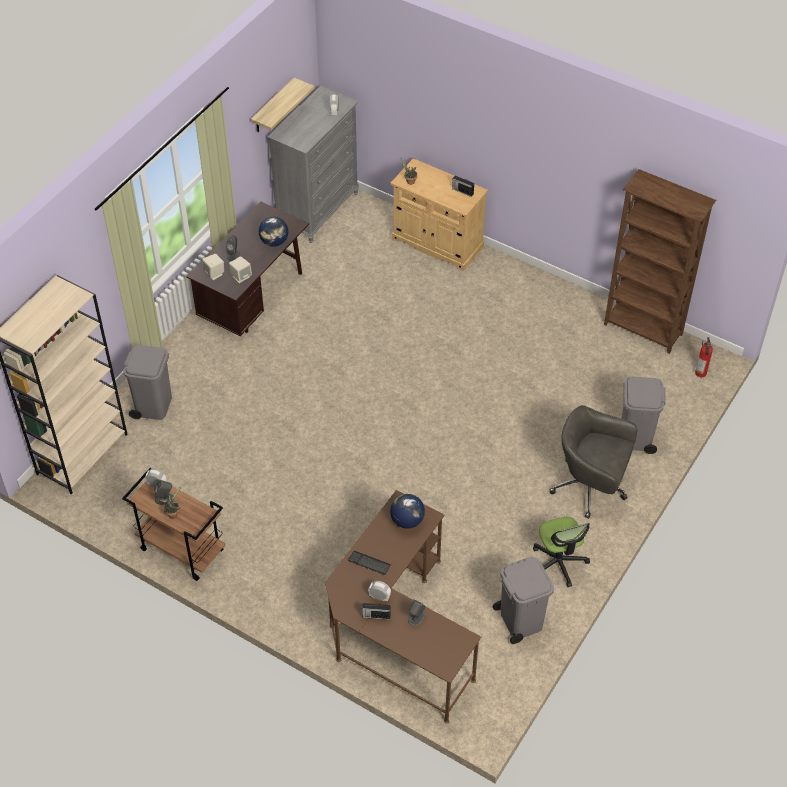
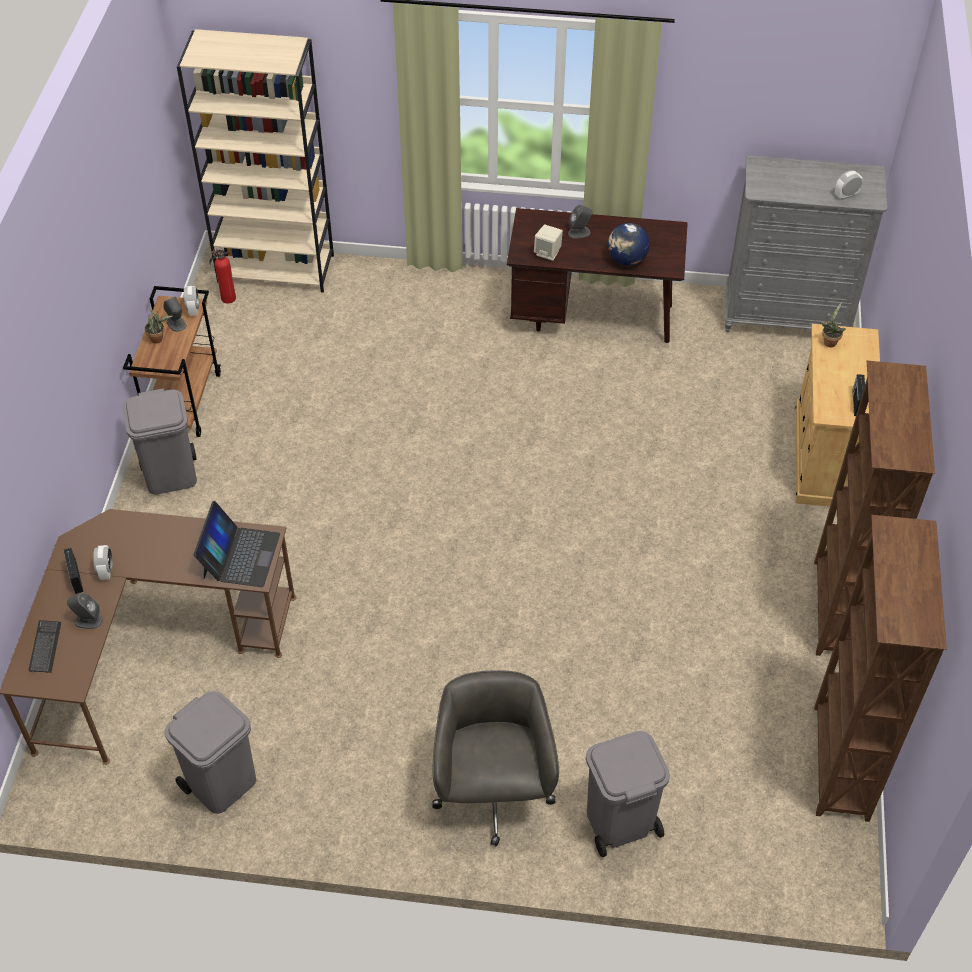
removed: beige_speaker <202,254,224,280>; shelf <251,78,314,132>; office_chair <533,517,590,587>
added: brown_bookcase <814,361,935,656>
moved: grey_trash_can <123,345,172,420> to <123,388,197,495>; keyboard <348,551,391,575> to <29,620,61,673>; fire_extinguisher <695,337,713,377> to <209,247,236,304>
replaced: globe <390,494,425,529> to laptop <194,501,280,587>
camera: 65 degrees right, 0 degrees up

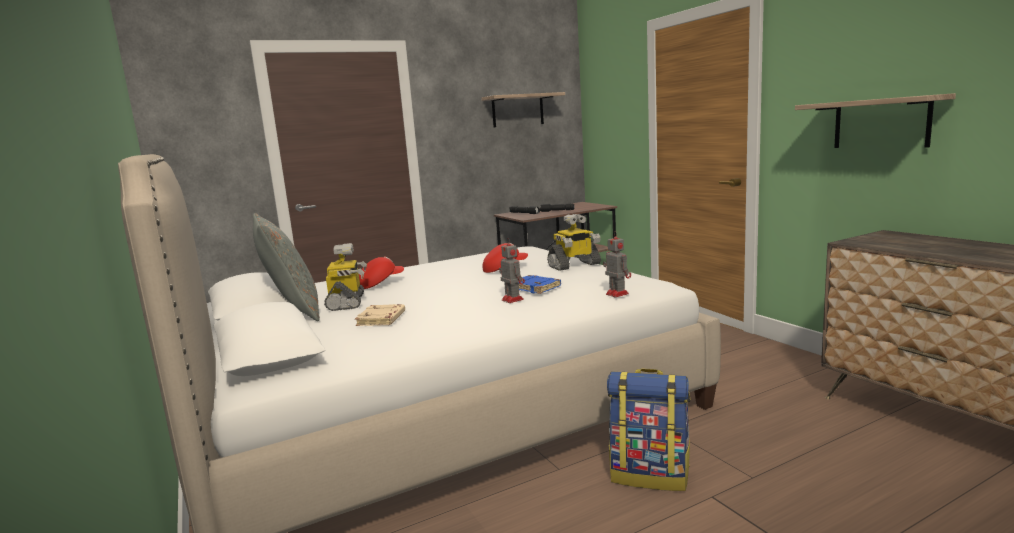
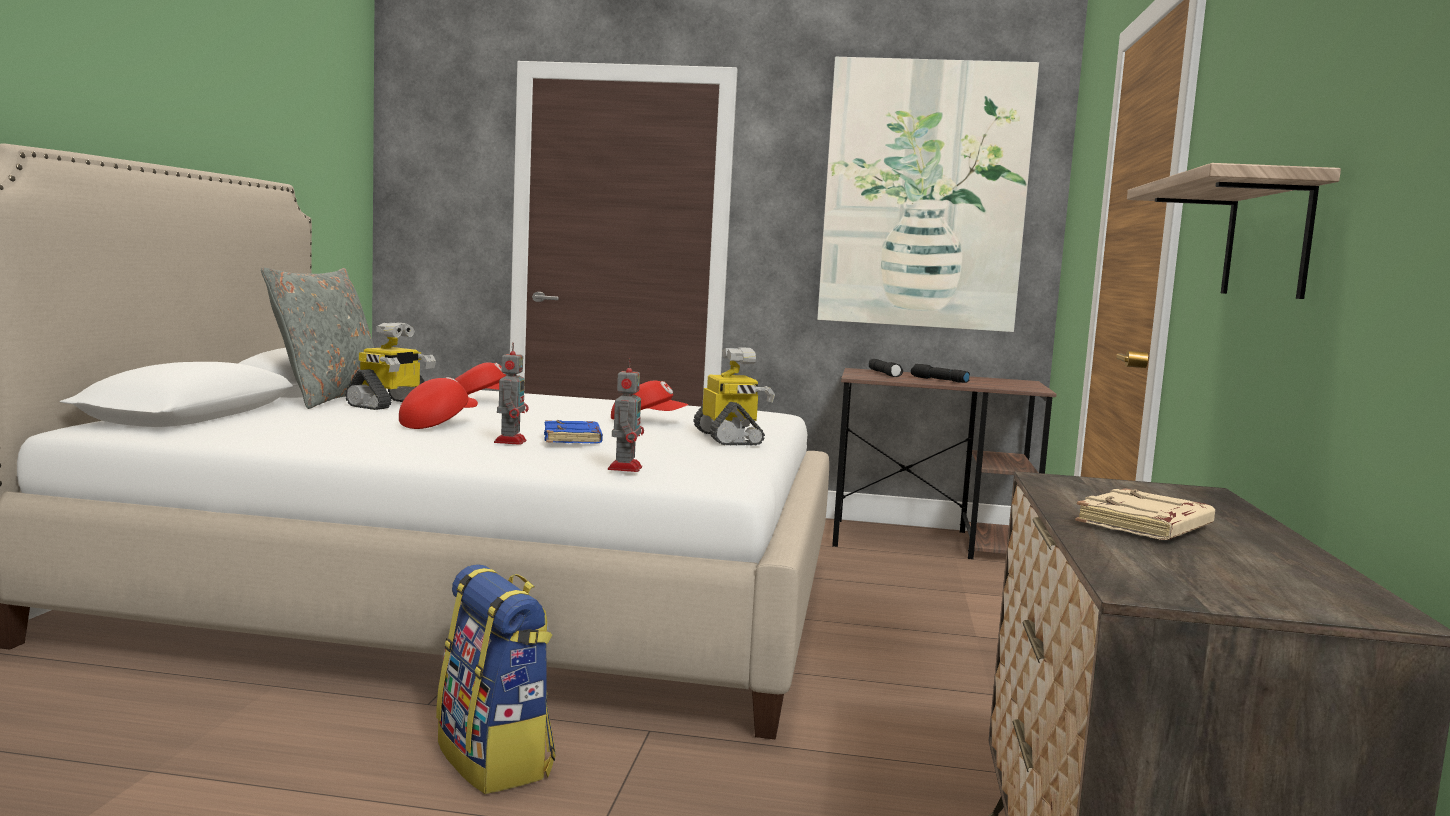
added: red_cap <399,377,478,429>
moved: beige_book <355,304,405,326> to <1075,488,1215,540>
replaced: shelf <482,92,565,127> to picture <817,57,1039,332>
turned: toy_robot <547,214,601,271> = <694,347,775,446> 120 degrees counterclockwise
camera: 35 degrees right, 5 degrees down

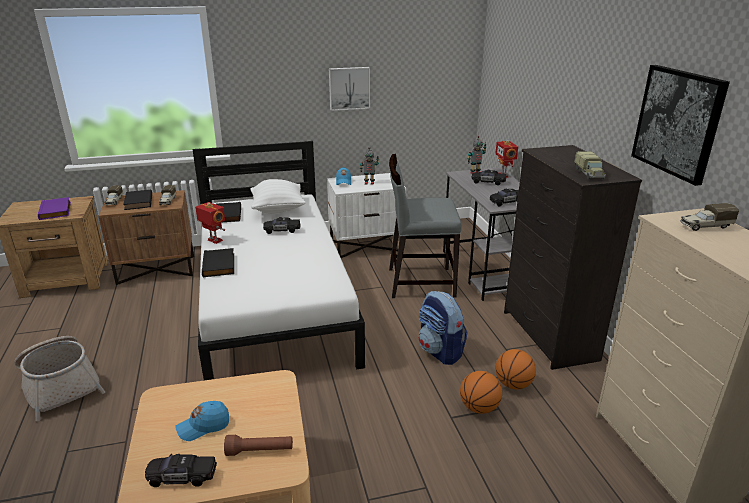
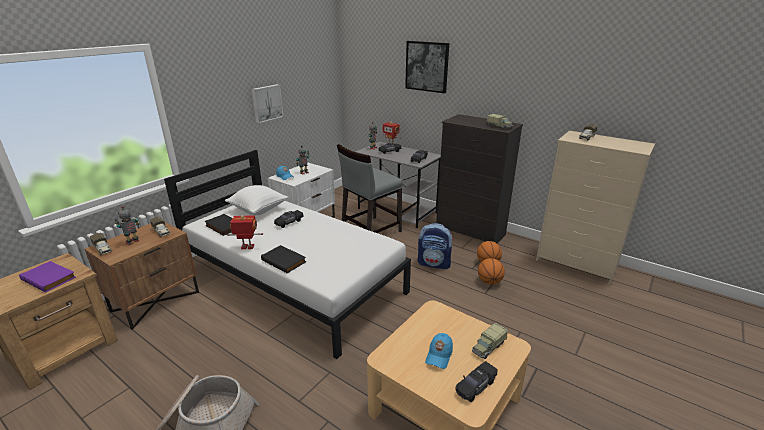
moved: picture <631,65,730,186> to <405,41,449,93>
replaced: black_book <123,189,152,210> to toy_robot <115,206,139,245>; brown_flashlight <224,435,293,456> to toy_truck <472,323,508,359>
camera: 40 degrees left, 0 degrees up

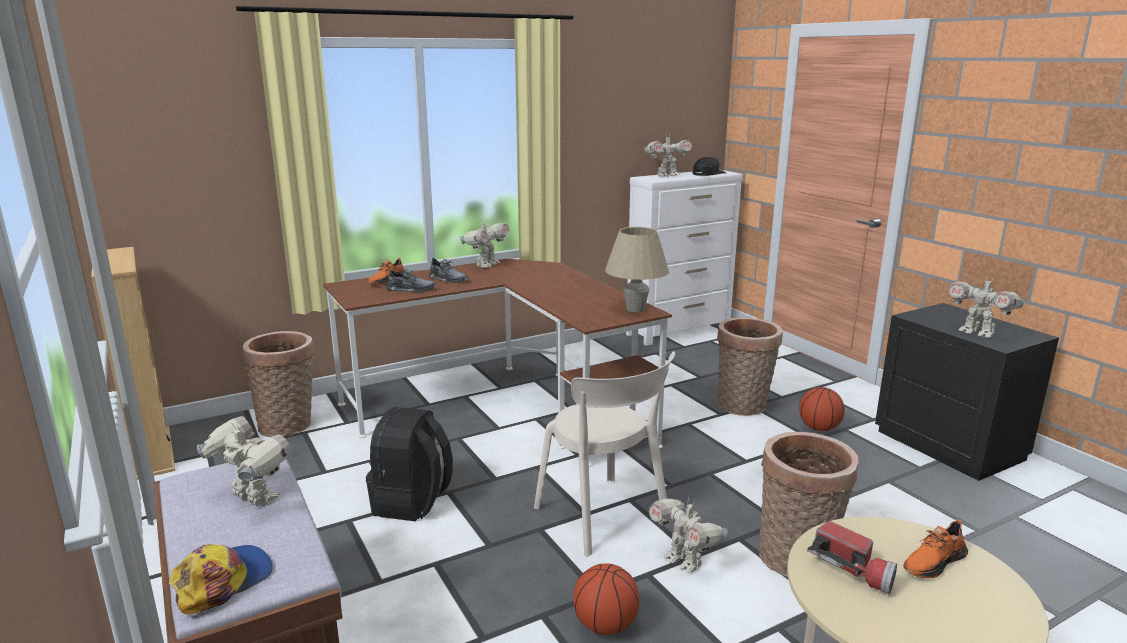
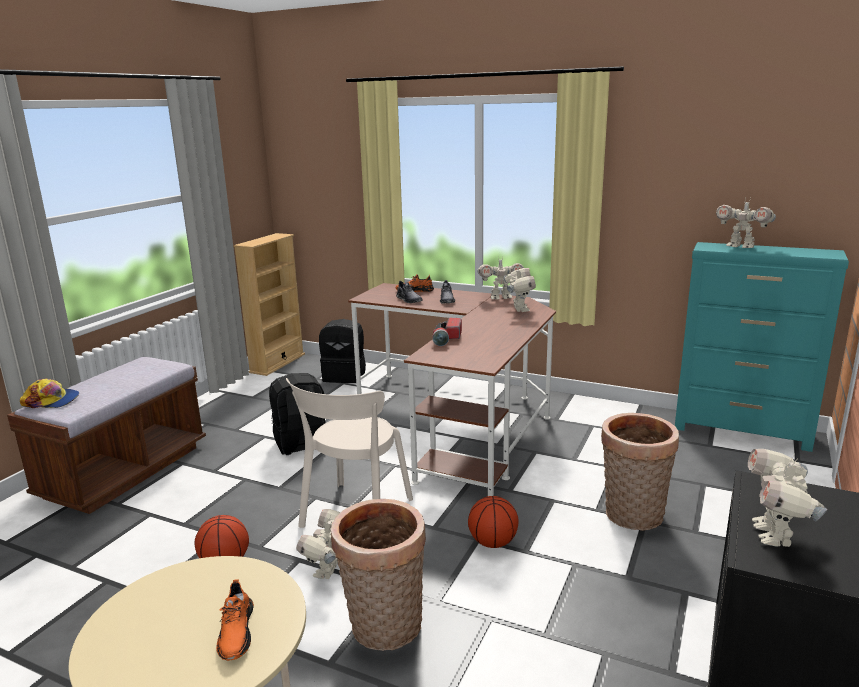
removed: beige_table_lamp <605,227,669,312>; black_cap <693,157,726,176>
moved: toy_robot <197,416,291,507> to <504,266,536,312>; basketball <799,387,845,431> to <468,496,519,548>; flashlight <807,521,897,594> to <432,318,462,346>
replaced: basket <243,331,314,437> to black_backpack <319,319,366,383>
recoloured: white_dresser <626,170,743,346> to turquoise_dresser <675,242,849,452>
turned: orange_shoe <904,519,968,578> = <216,579,254,661> 120 degrees counterclockwise
camera: 55 degrees right, 0 degrees up

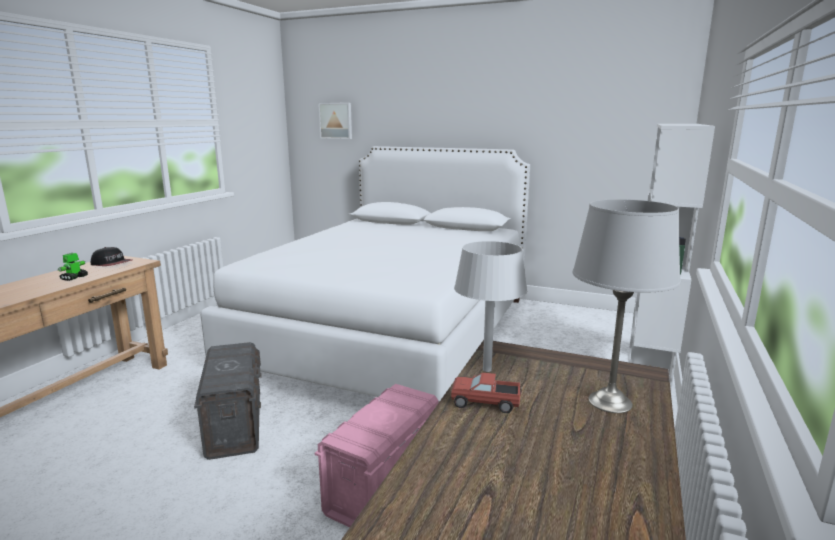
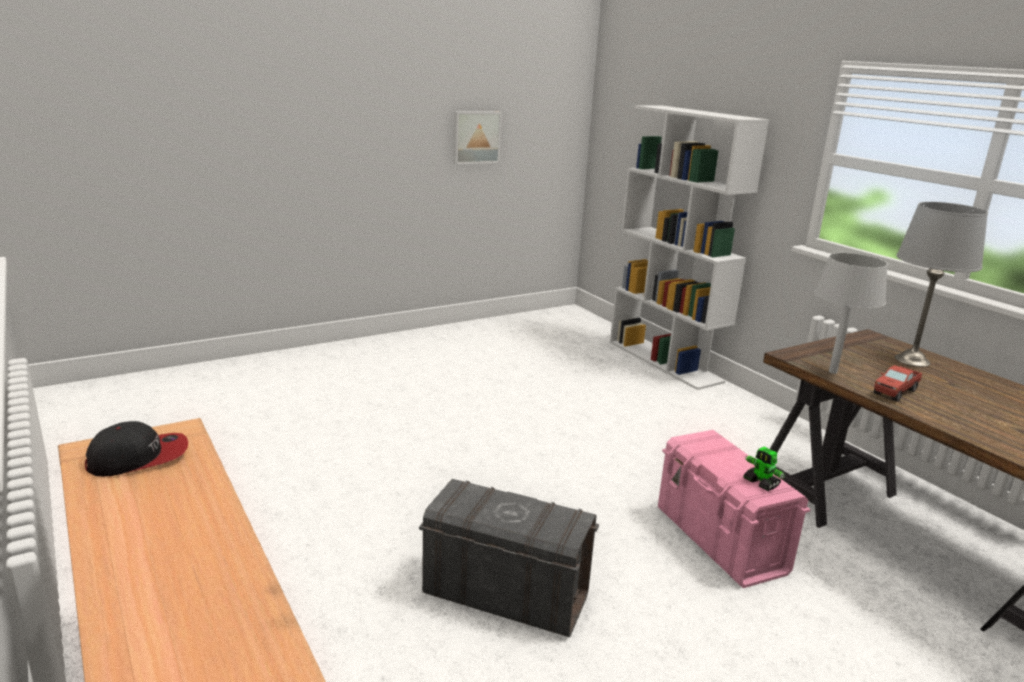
removed: white_bed <200,146,530,403>
moved: toy_robot <57,253,88,281> to <743,447,785,491>; picture <318,103,352,139> to <453,111,502,164>
camera: 55 degrees left, 5 degrees up

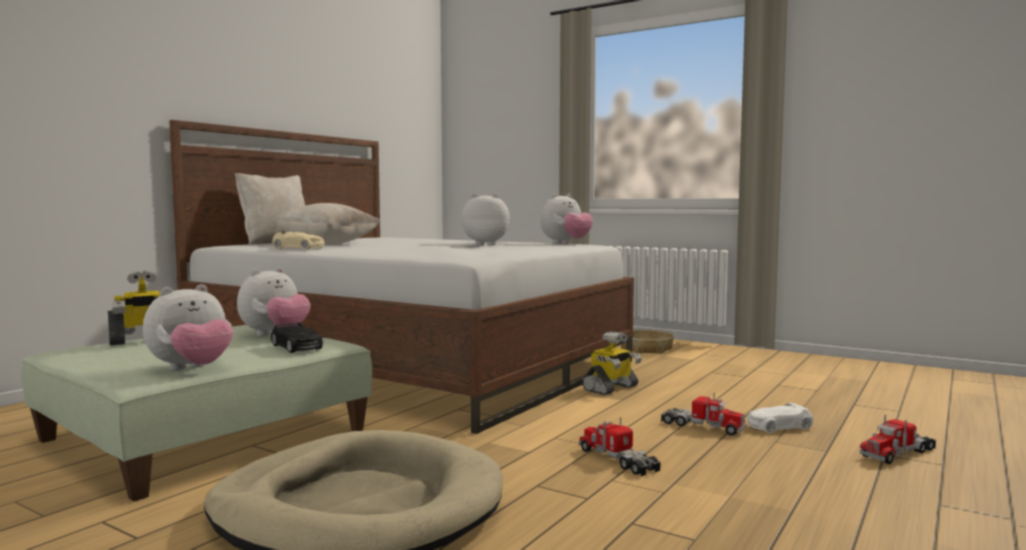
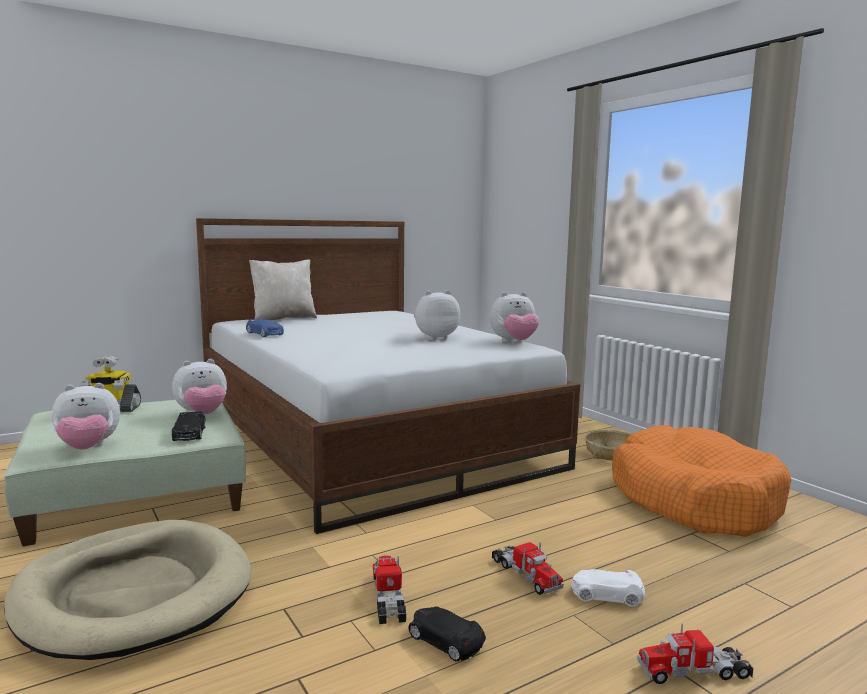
removed: beige_pillow <272,203,381,244>; toy_robot <582,331,642,395>
added: black_toy_car <408,606,486,661>; orange_dog_bed <612,425,791,537>
recoloured: beige_toy_car <272,232,324,250> to blue_toy_car <246,318,284,337>
turned: plush_toy <461,193,510,245> = <414,290,460,340> 45 degrees counterclockwise
camera: 25 degrees right, 5 degrees up

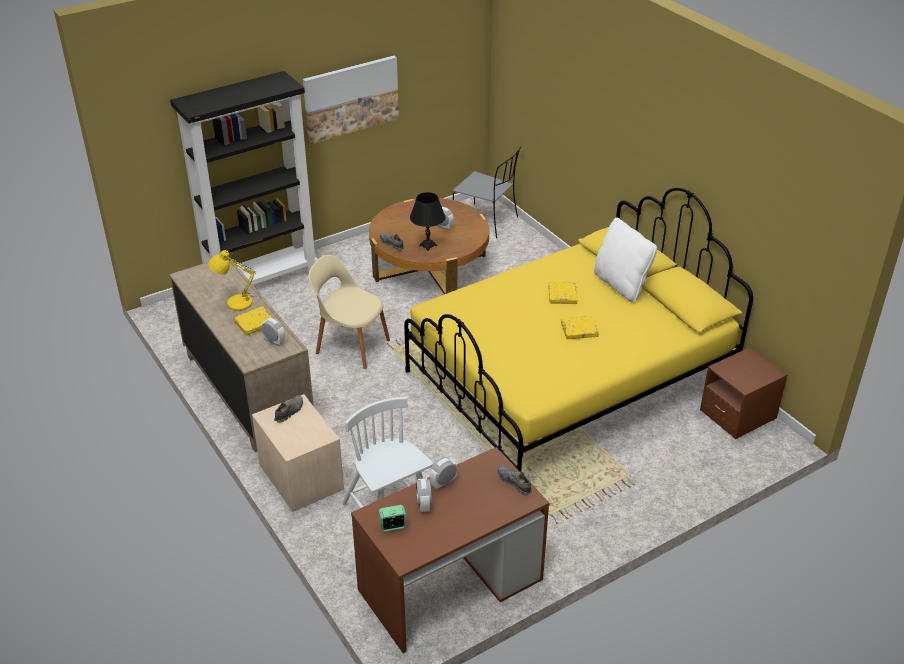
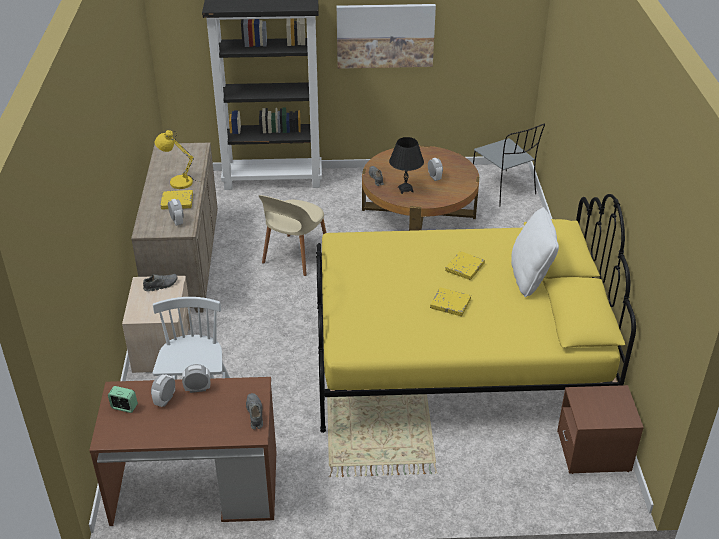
turned: beige_chair <309,255,390,369> = <259,195,326,276> 120 degrees counterclockwise
camera: 30 degrees right, 0 degrees up

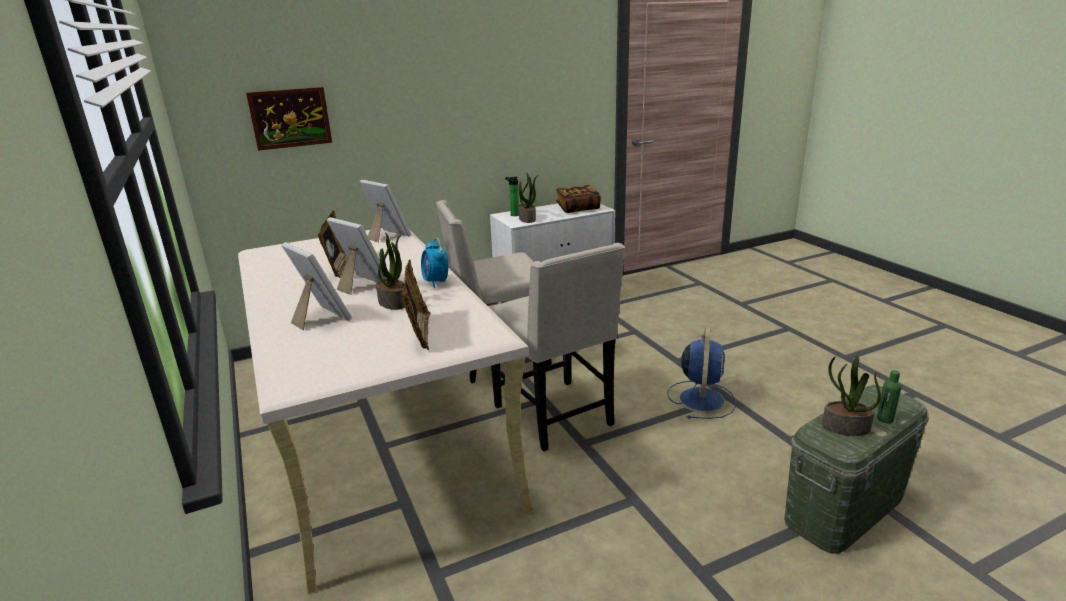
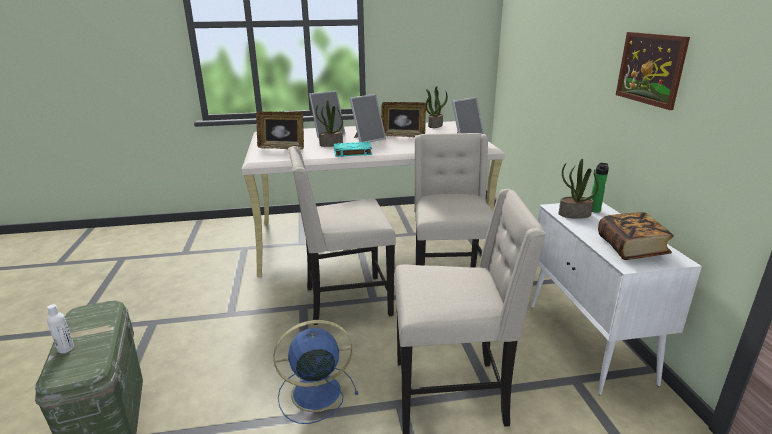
added: beige_chair <395,189,546,434>
moved: picture <246,87,332,151> to <616,32,690,110>; potted_plant <822,355,881,436> to <426,86,448,128>
replaced: alarm_clock <421,238,448,288> to turquoise_book <334,142,372,157>
recoloured: green_bottle <877,370,901,423> to white_bottle <47,304,74,353>
turned: blue_fan <667,327,736,419> = <273,320,358,424> 135 degrees clockwise
camera: 105 degrees right, 0 degrees up

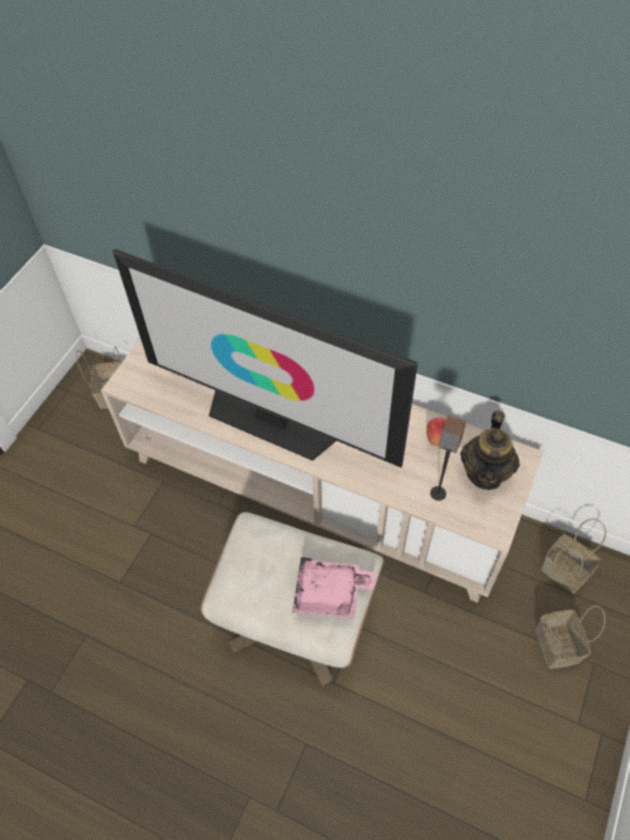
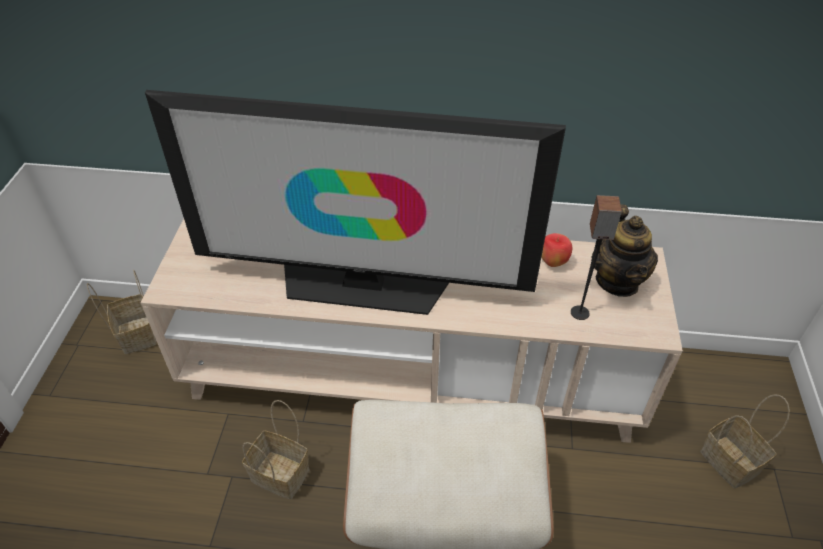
removed: pink_tray <292,556,376,620>
moved: basket <541,518,606,594> to <242,400,309,499>
camera: 20 degrees left, 10 degrees down

